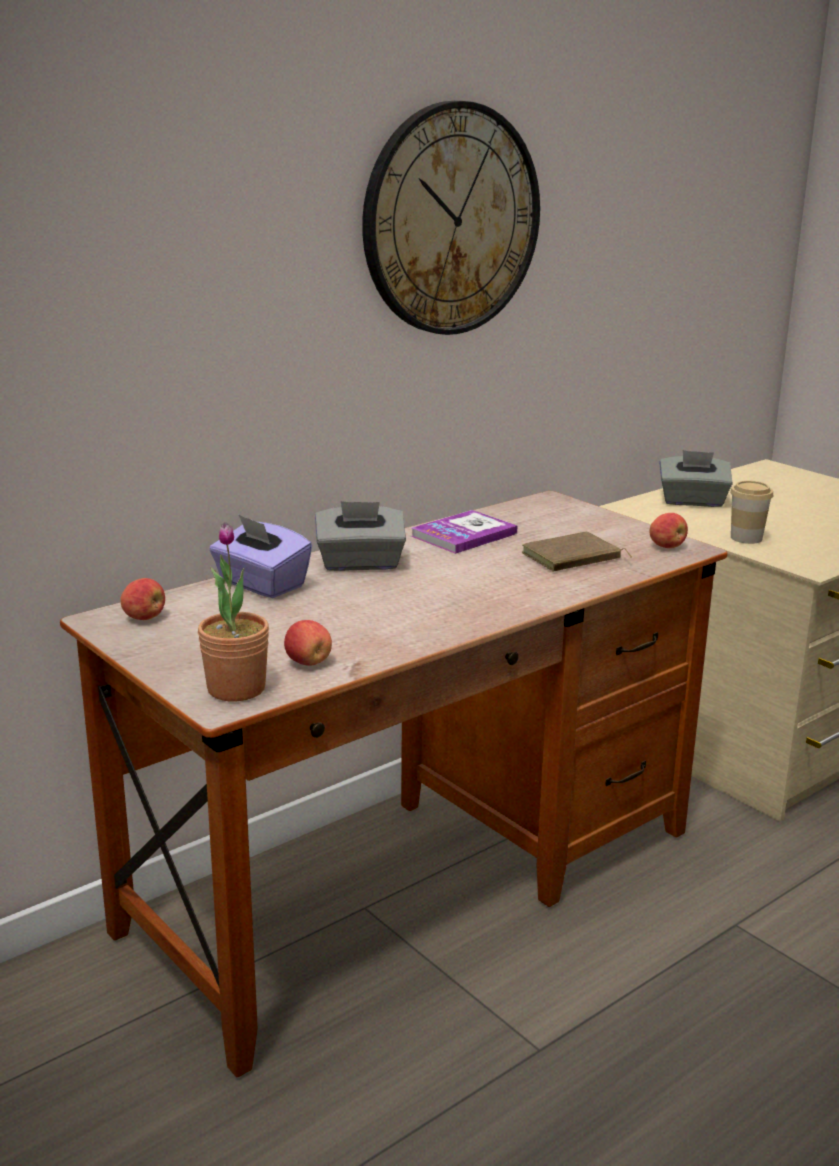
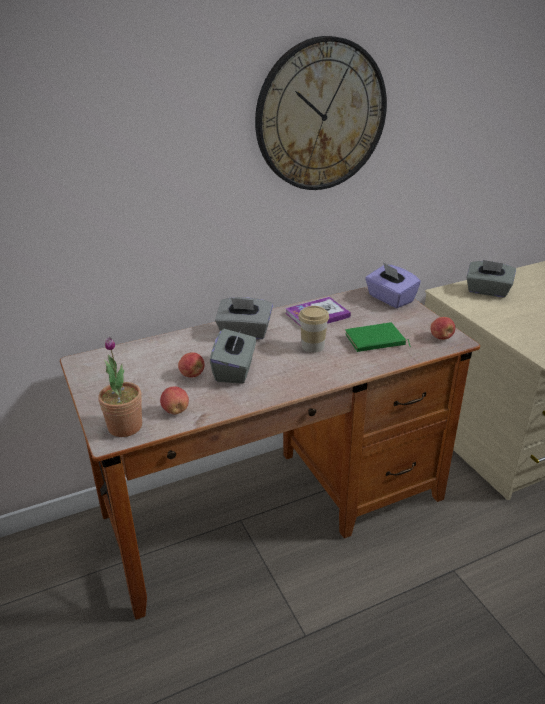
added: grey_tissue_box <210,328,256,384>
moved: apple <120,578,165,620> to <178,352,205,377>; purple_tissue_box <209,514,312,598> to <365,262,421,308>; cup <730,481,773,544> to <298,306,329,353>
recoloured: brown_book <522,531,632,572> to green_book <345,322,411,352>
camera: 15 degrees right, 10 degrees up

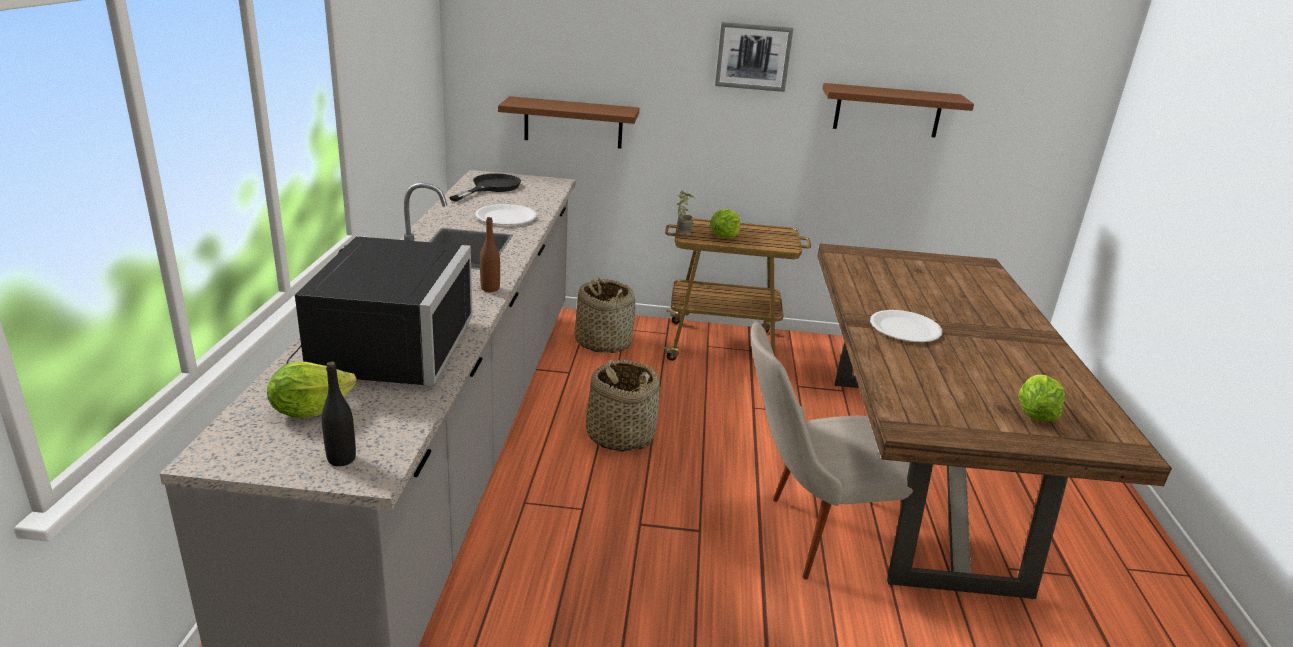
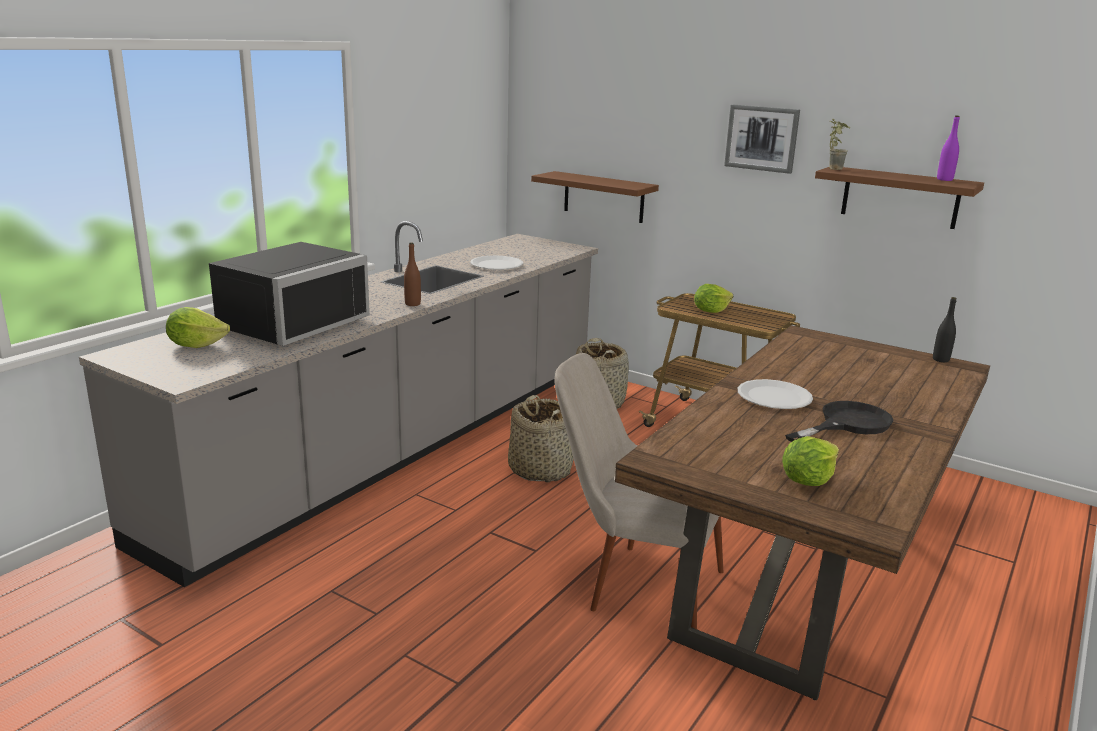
added: purple_bottle <937,116,960,181>
moved: black_bottle <322,362,356,466> to <933,297,956,362>; black_frying_pan <449,173,521,202> to <785,401,893,442>; potted_plant <676,191,695,236> to <829,119,850,170>
camera: 30 degrees right, 5 degrees down

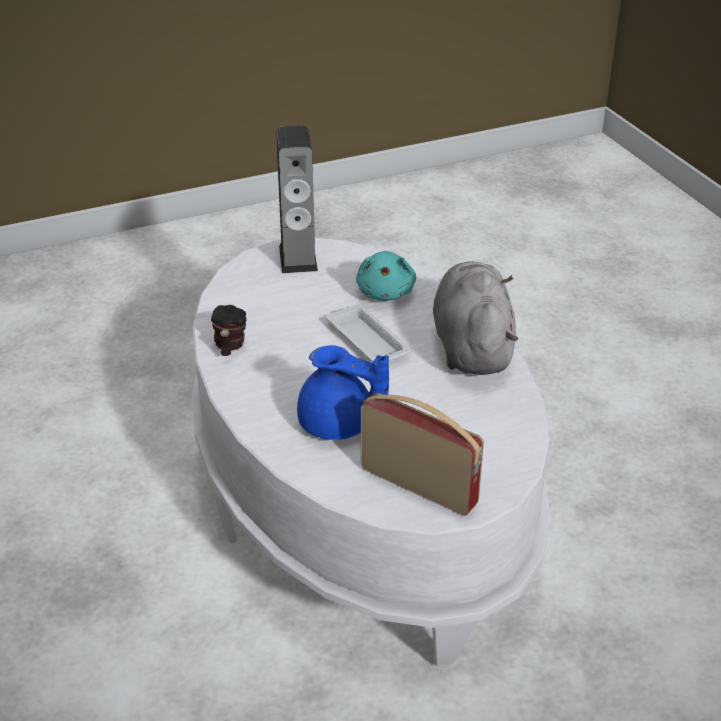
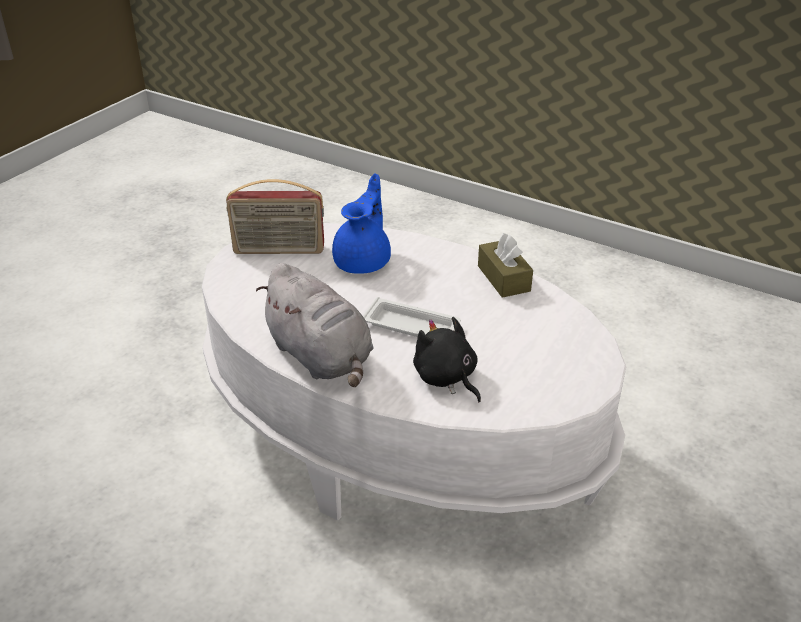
removed: speaker <276,126,318,273>
replaced: mug <211,305,246,356> to brown_tissue_box <478,233,533,298>
recoloured: turquoise_plush_toy <356,251,416,301> to black_plush_toy <413,317,481,402>
turned: blue_teapot <297,345,389,440> = <332,173,391,274> 120 degrees clockwise
camera: 145 degrees right, 0 degrees up

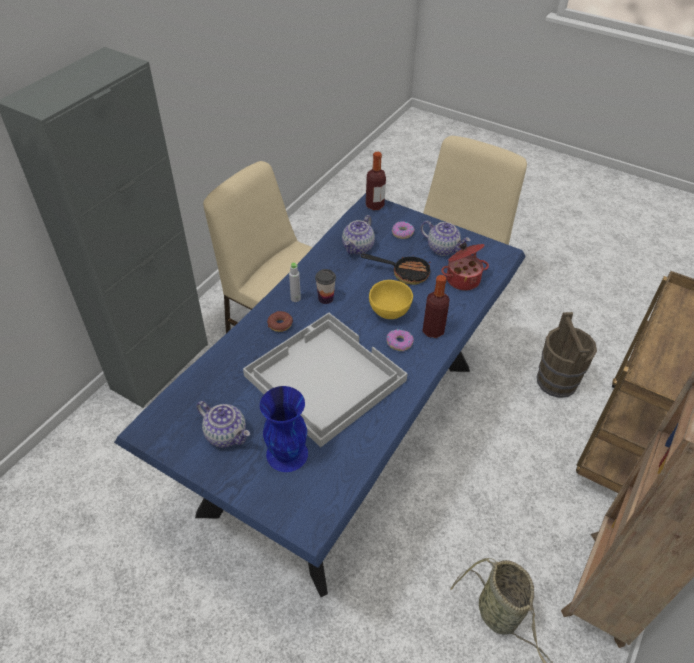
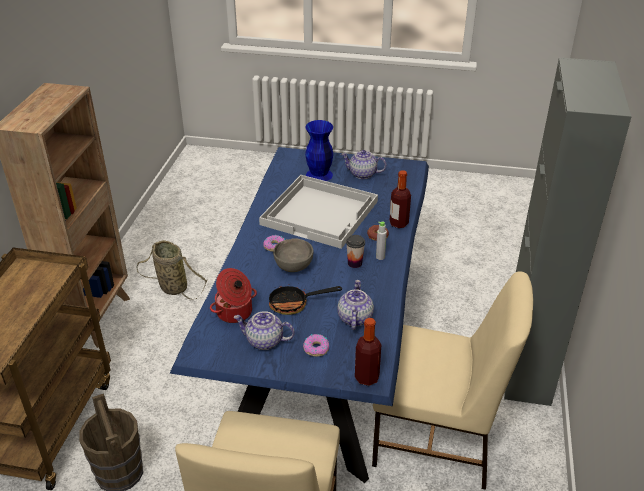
moved: bottle <422,275,450,338> to <389,170,411,228>
recoloured: yellow_bowl <369,280,413,319> to grey_bowl <273,238,313,272>
camera: 160 degrees right, 10 degrees down

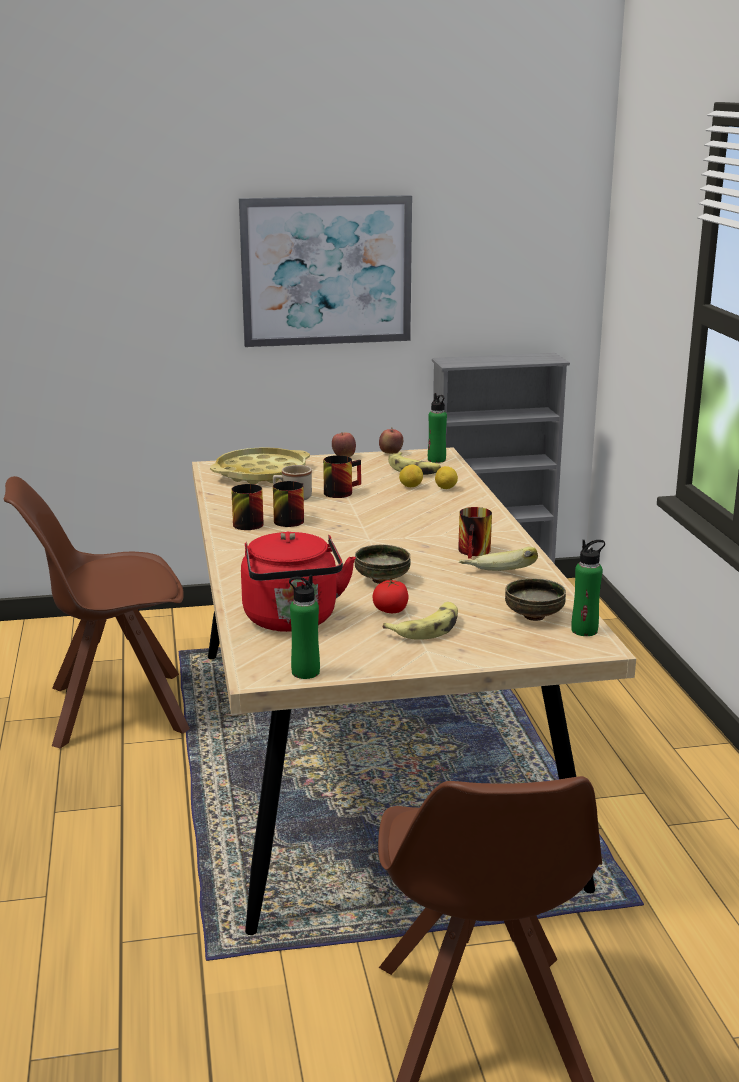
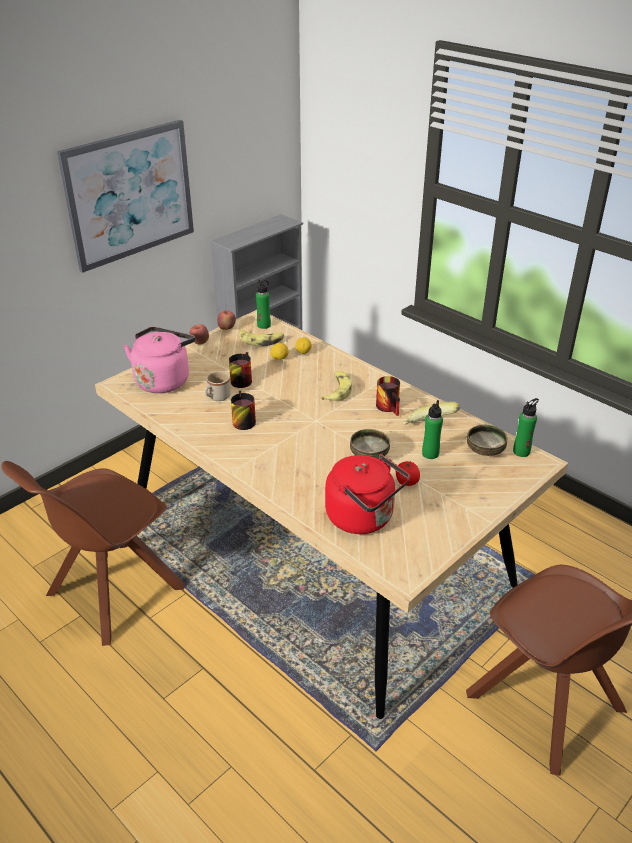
removed: mug <231,484,264,530>
moved: green_bottle <289,575,320,679> to <422,400,443,459>; banana <383,602,458,640> to <321,371,352,401>
replaced: yellow_tray <210,447,310,484> to pink_kettle <124,327,195,393>
camera: 35 degrees left, 15 degrees up

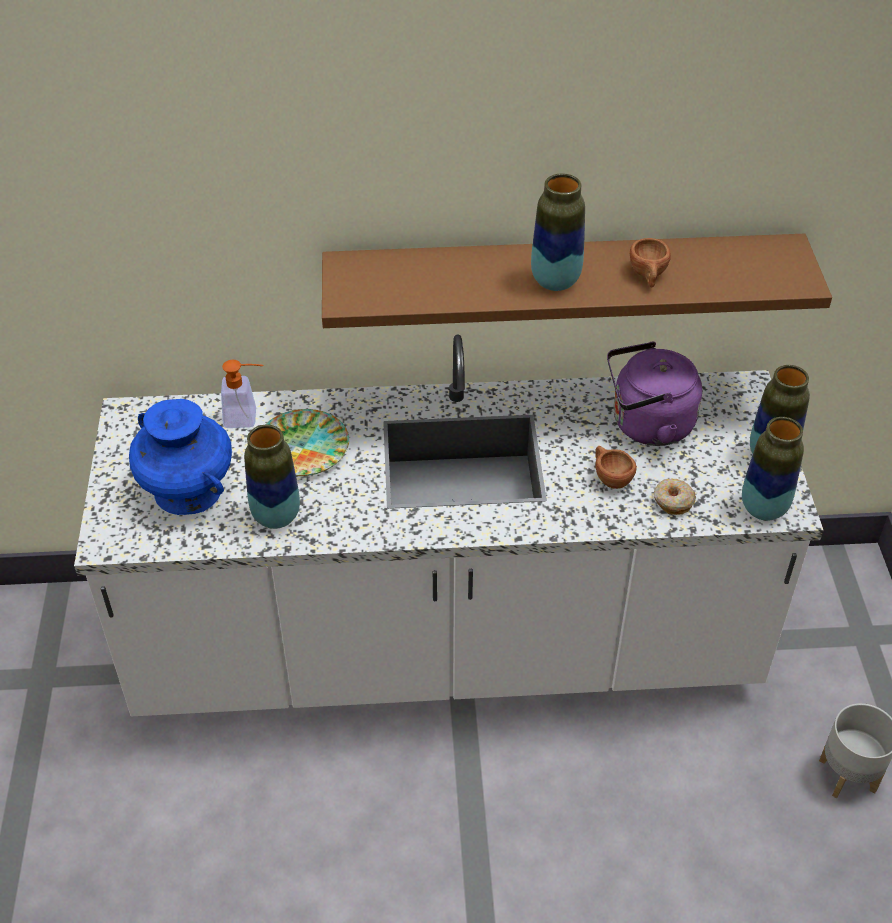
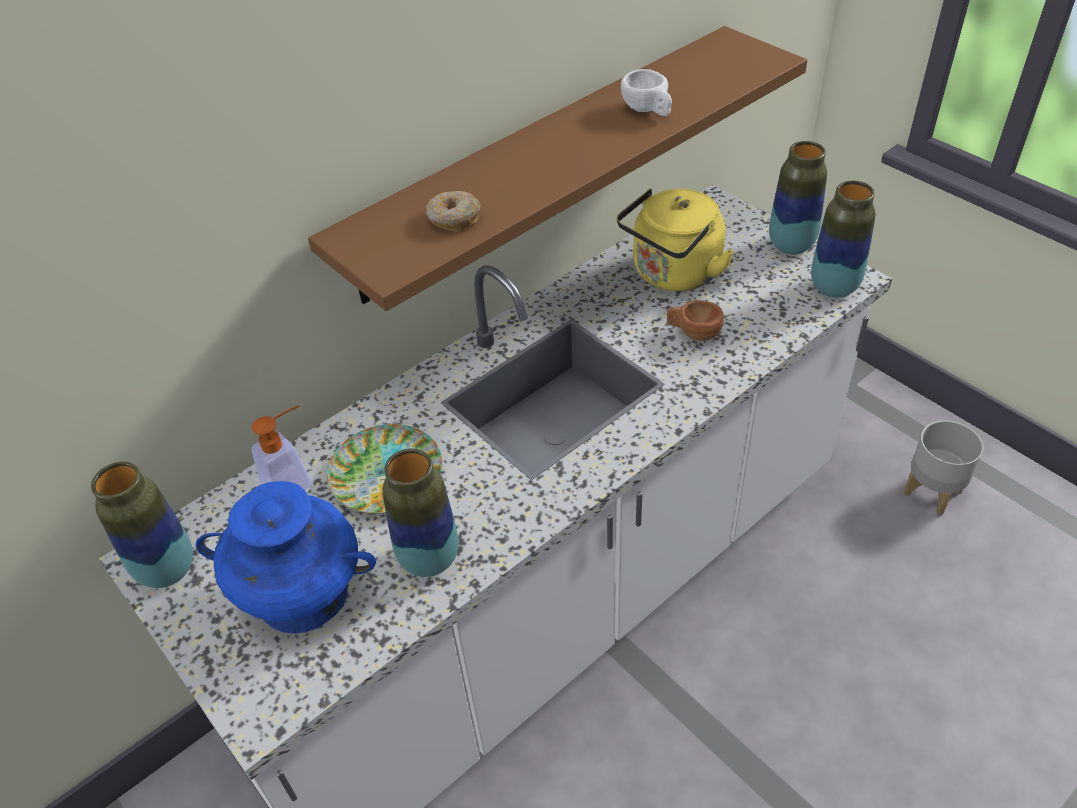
moved: vase <531,173,585,291> to <91,461,193,588>; donut <654,479,696,515> to <426,191,481,231>
recoloured: purple_kettle <607,342,702,446> to yellow_kettle <617,189,734,291>; brown_cup <630,238,671,287> to white_cup <621,69,672,116>
camera: 35 degrees left, 0 degrees up

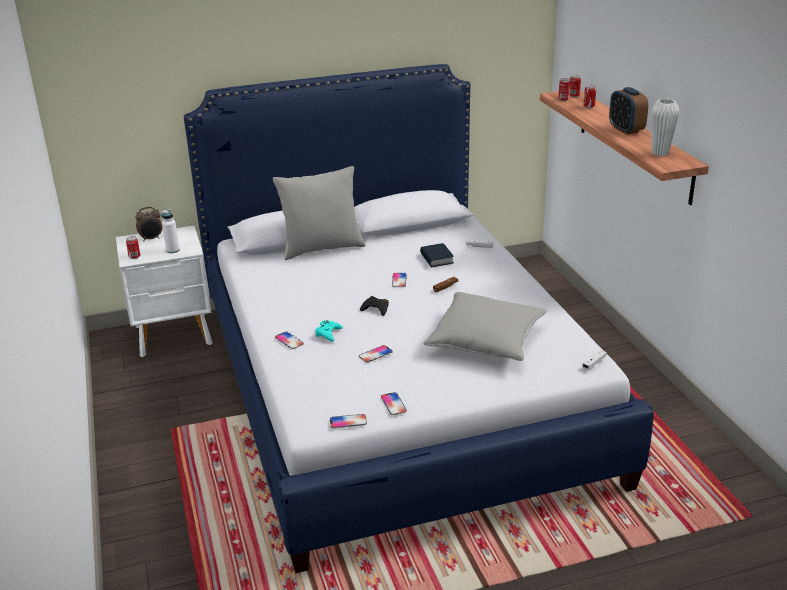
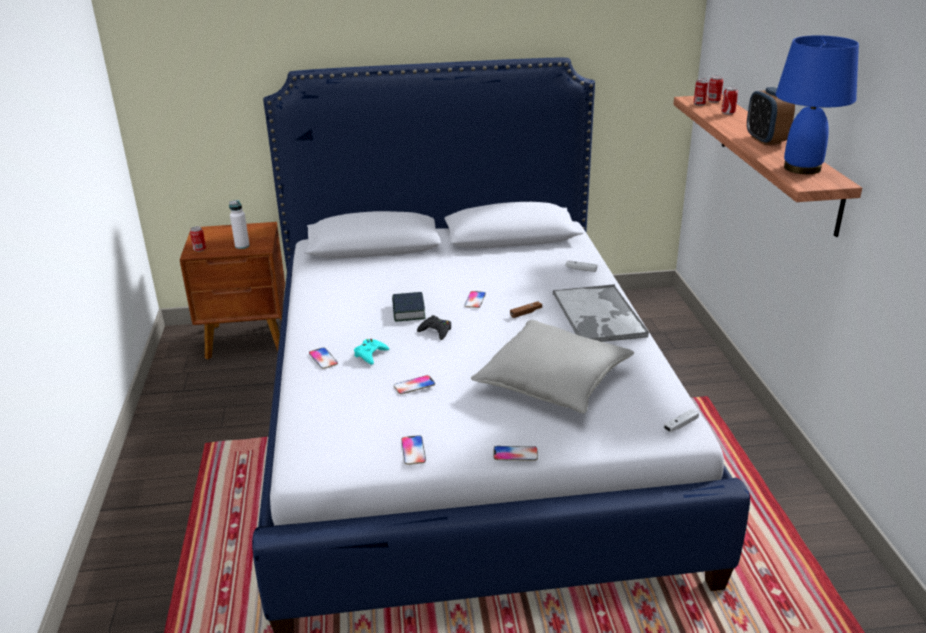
removed: alarm_clock <135,207,162,241>; grey_pillow <273,166,366,260>
added: tray <553,284,649,342>
moved: phone <330,414,367,428> to <493,446,538,461>; book <420,243,454,268> to <392,292,426,322>
replaced: white_vase <651,99,679,156> to blue_table_lamp <775,35,859,174>
recoloured: white_nightstand <116,226,212,357> to brown_nightstand <180,222,285,359>
camera: 10 degrees right, 0 degrees up

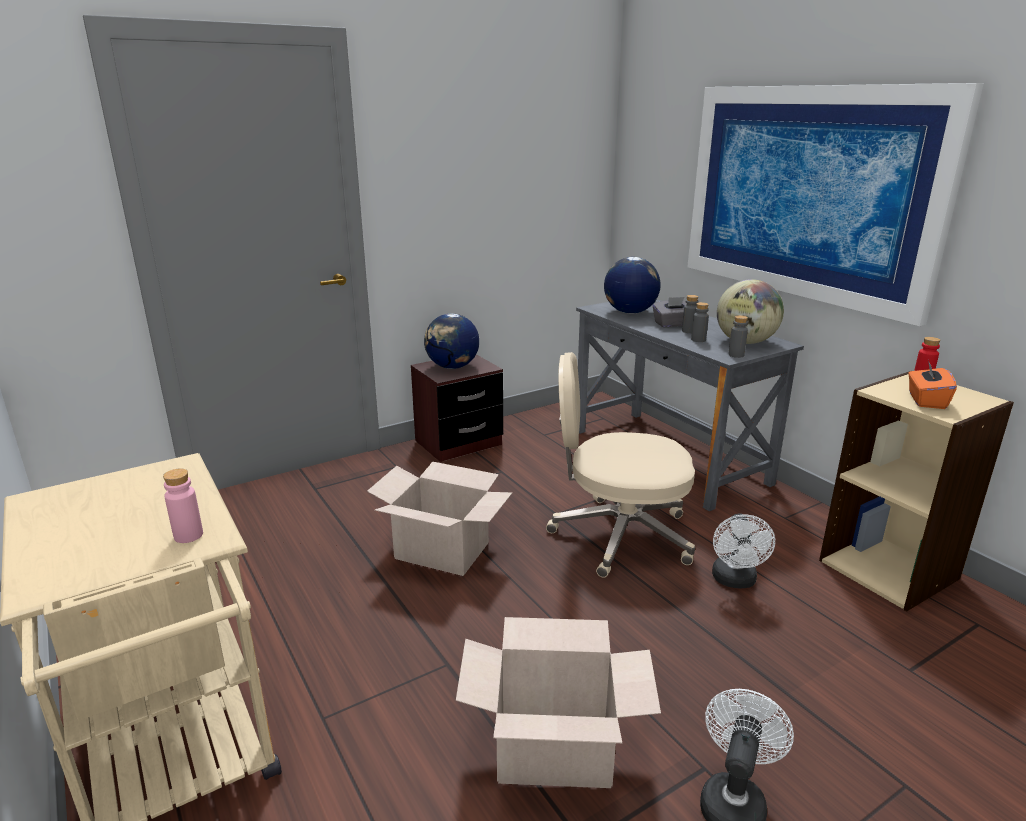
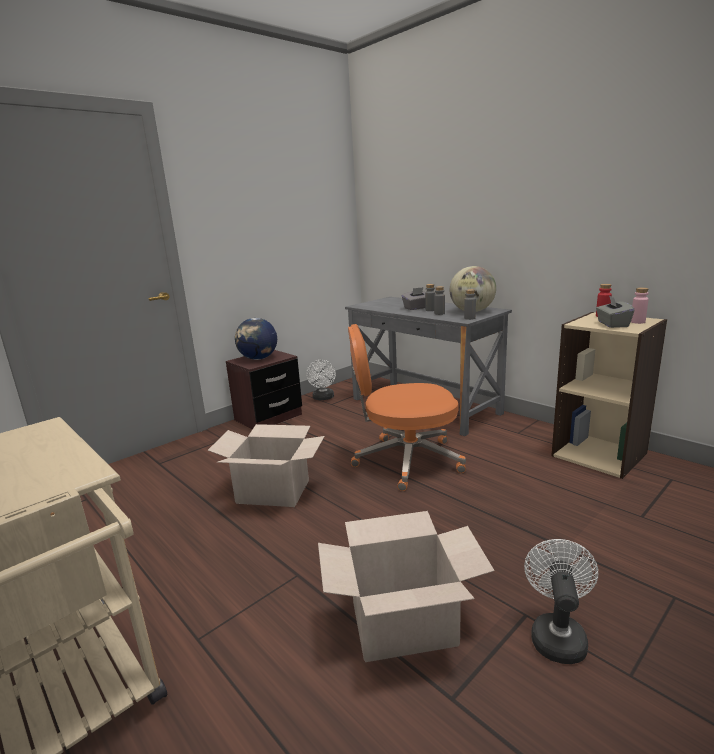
removed: globe <604,257,661,314>; picture <687,83,984,326>
moved: pink_bottle <163,469,203,543> to <631,287,649,324>; white_fan <712,513,775,588> to <306,360,336,400>
recoloured: beige_office_chair <546,352,695,578> to orange_office_chair <348,324,466,491>; orange_tissue_box <908,361,957,409> to grey_tissue_box <596,295,634,328>
camera: 10 degrees left, 5 degrees down

